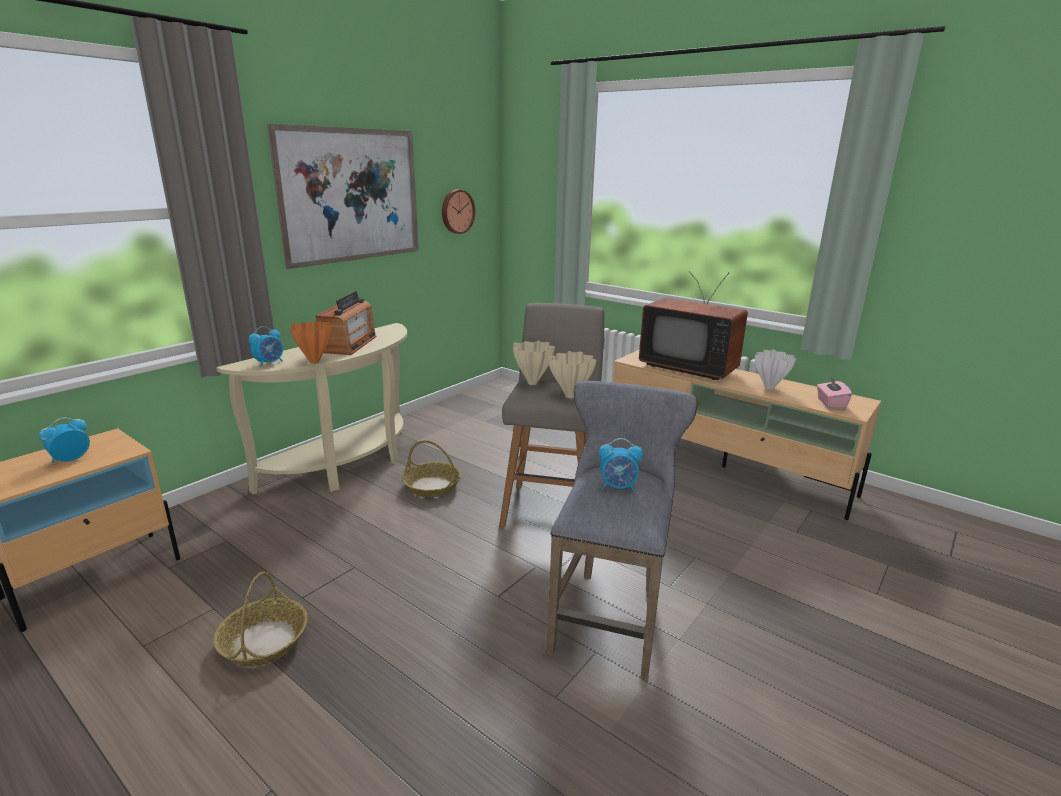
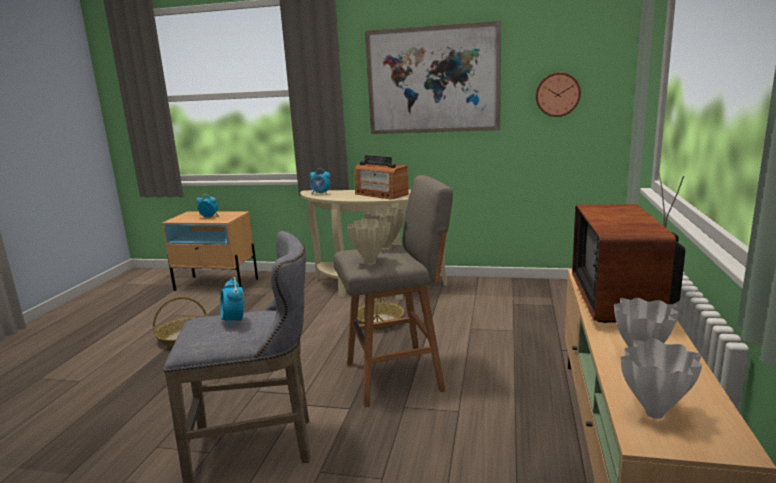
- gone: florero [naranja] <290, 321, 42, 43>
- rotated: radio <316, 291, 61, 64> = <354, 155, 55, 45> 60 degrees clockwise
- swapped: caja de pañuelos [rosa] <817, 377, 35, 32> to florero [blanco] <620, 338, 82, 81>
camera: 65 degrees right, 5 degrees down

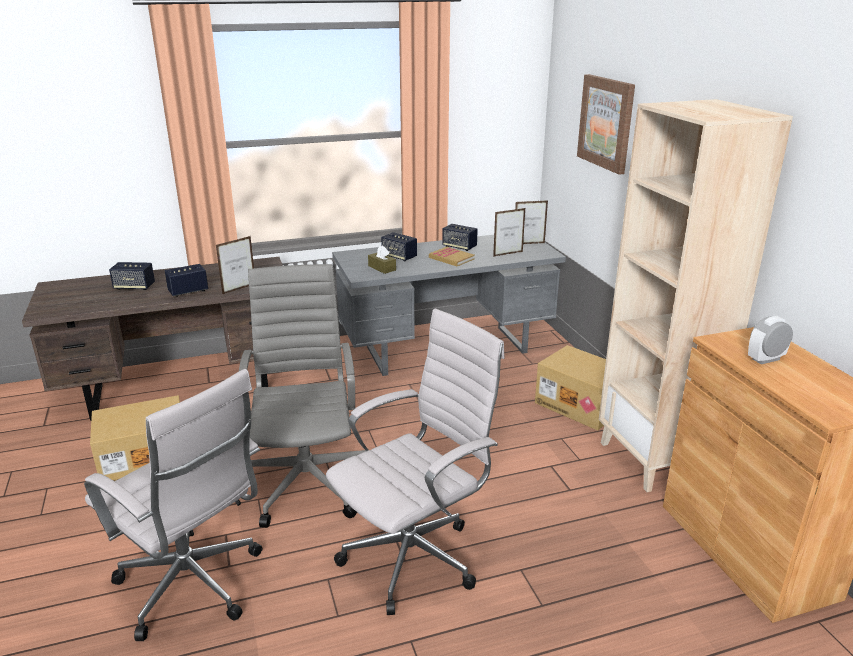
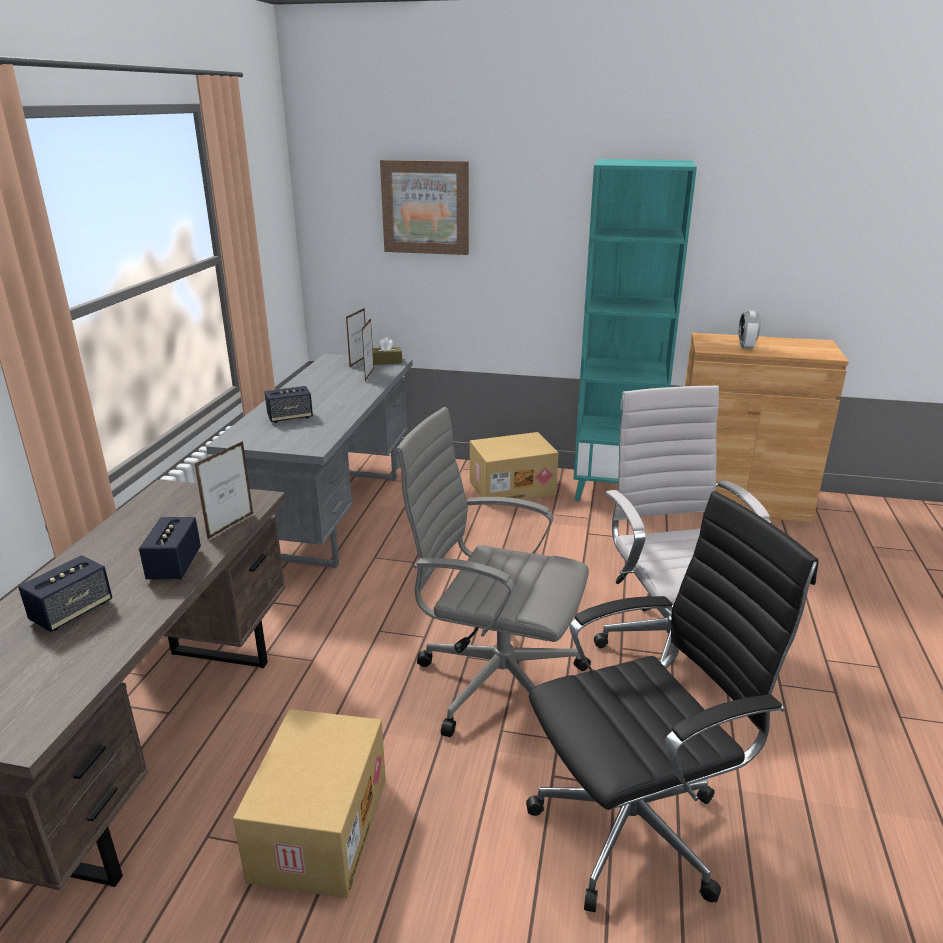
- repainted: silla de oficina [blanco] <84, 369, 178, 272> to silla de oficina [negro] <526, 491, 293, 421>
- rotated: portarretratos <216, 236, 38, 59> = <194, 441, 59, 98> 45 degrees clockwise
- shifted: caja de pañuelos [marrón] <368, 246, 28, 28> to <373, 337, 29, 28>
- gone: libro <429, 247, 46, 19>
- gone: altavoz <442, 224, 36, 27>
- repainted: estantería [beis] <599, 99, 194, 393> to estantería [turquesa] <573, 159, 124, 342>
camera: 60 degrees left, 0 degrees up

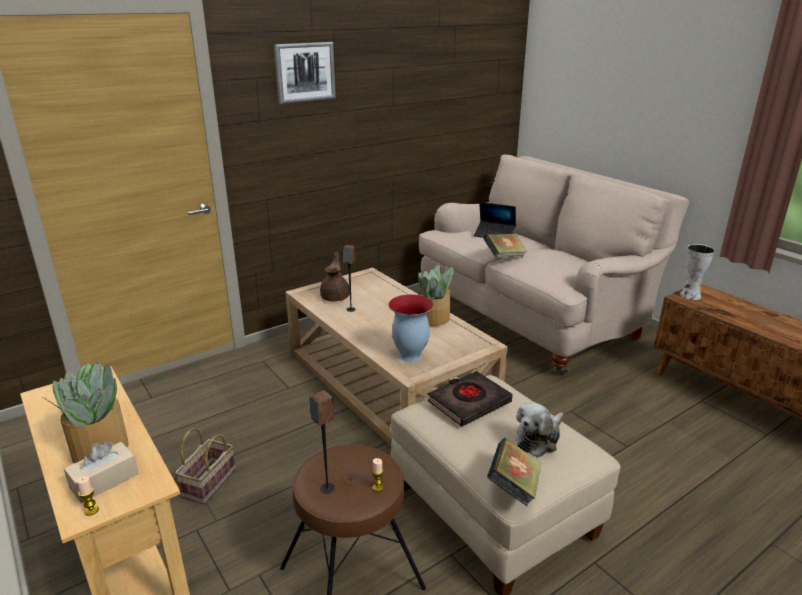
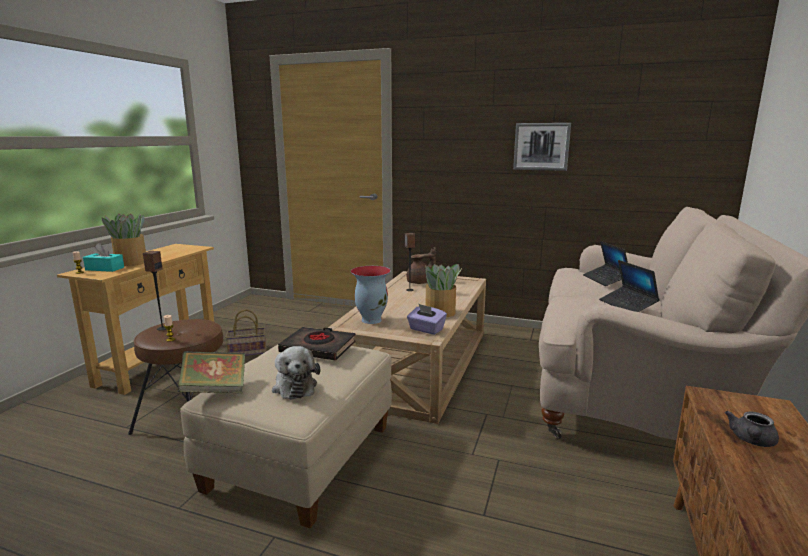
- repainted: caja de pañuelos [beis] <64, 441, 75, 62> to caja de pañuelos [turquesa] <83, 243, 41, 29>
- shifted: cuadro <274, 42, 62, 62> to <513, 123, 58, 48>
- gone: libro <483, 233, 44, 25>
- rotated: peluche <516, 403, 48, 55> = <272, 346, 48, 54> 120 degrees counterclockwise
- gone: florero <680, 244, 35, 56>
- new: caja de pañuelos [morado] <407, 304, 40, 31>
- new: portátil <599, 260, 61, 52>
- new: tetera [gris] <725, 411, 54, 36>
camera: 55 degrees right, 10 degrees down

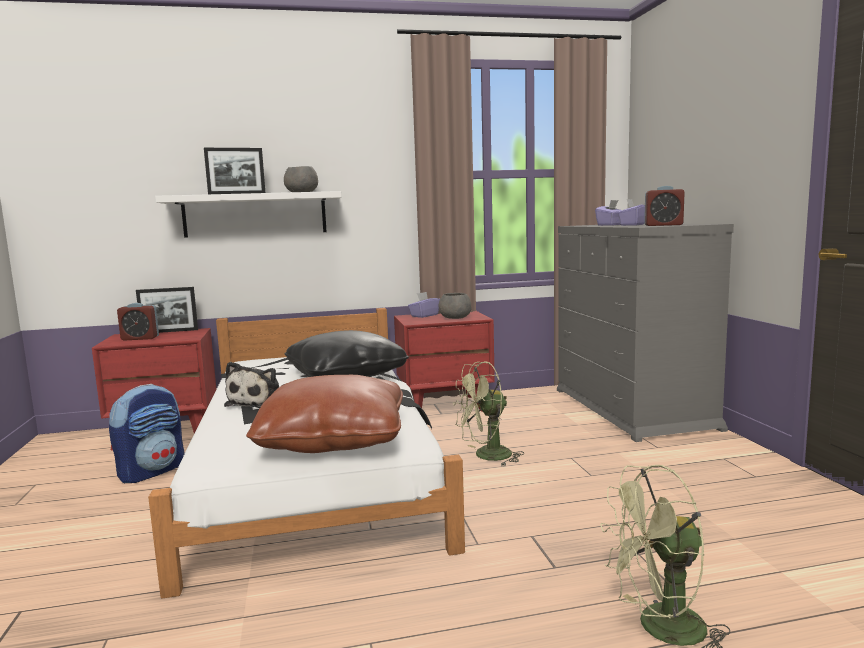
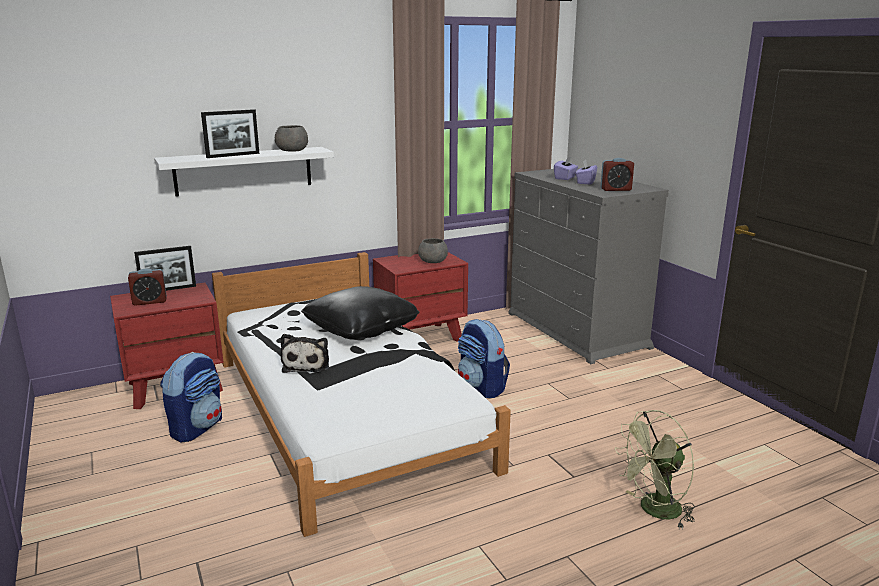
- gone: cojín [marrón] <246, 375, 157, 78>
- gone: caja de pañuelos [morado] <408, 292, 32, 26>
- swapped: ventilador [verde] <453, 361, 71, 105> to mochila <458, 319, 52, 79>
camera: 15 degrees left, 10 degrees up

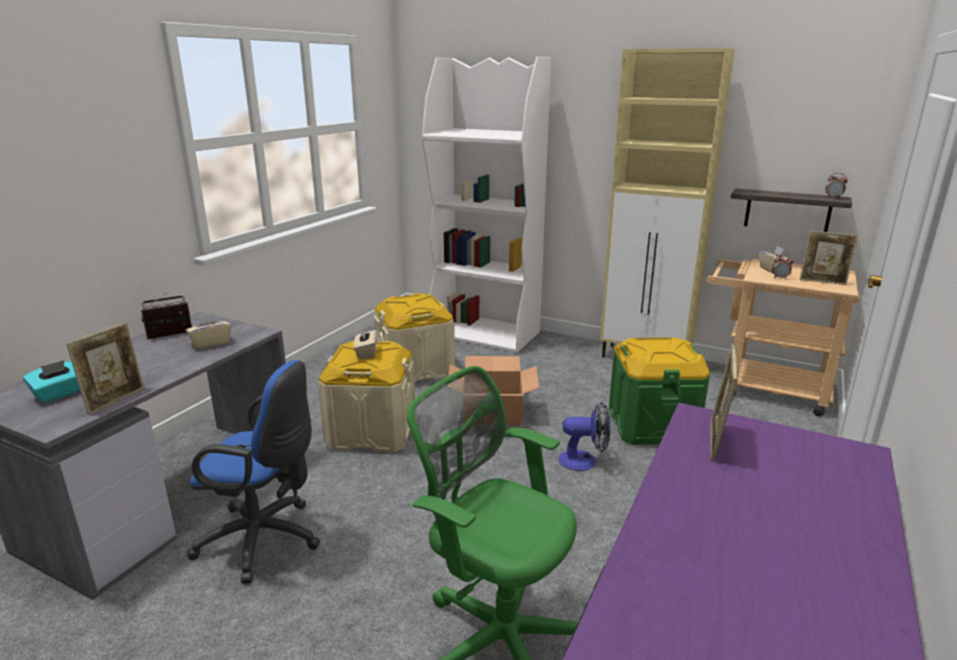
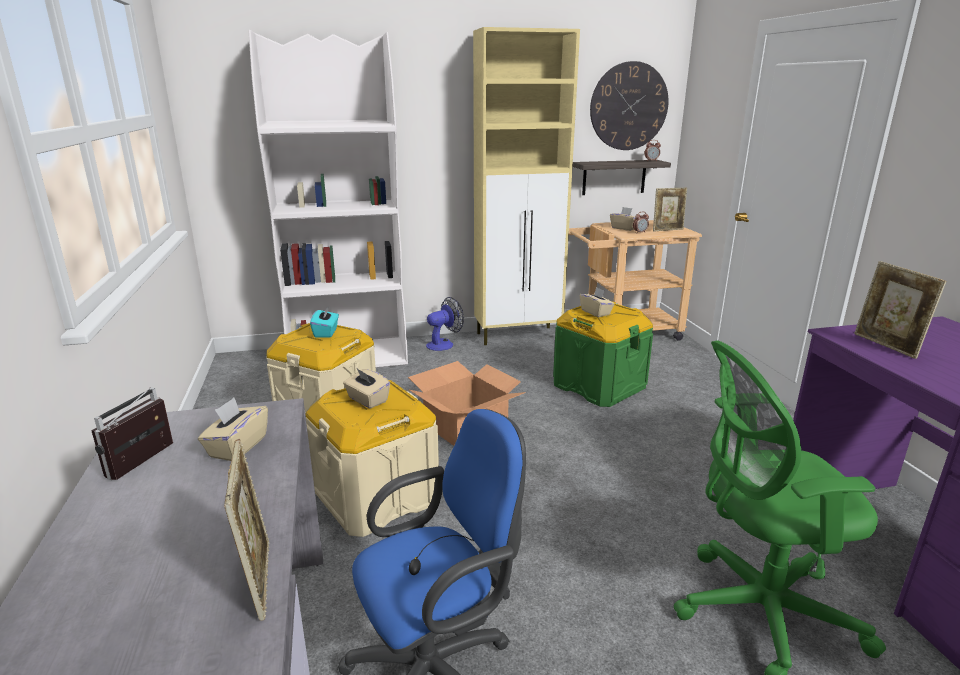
- shifted: caja de pañuelos [turquesa] <23, 360, 57, 43> to <310, 305, 29, 33>
- shifted: ventilador <559, 402, 51, 69> to <426, 297, 38, 54>
- new: caja de pañuelos [beis] <580, 287, 34, 30>
- new: reloj de pared <590, 61, 79, 89>
camera: 40 degrees left, 0 degrees up

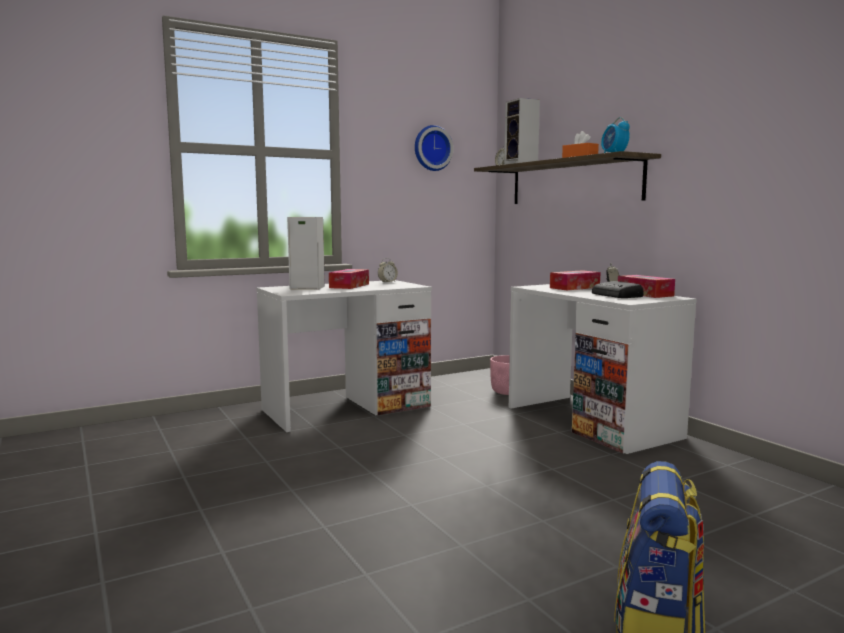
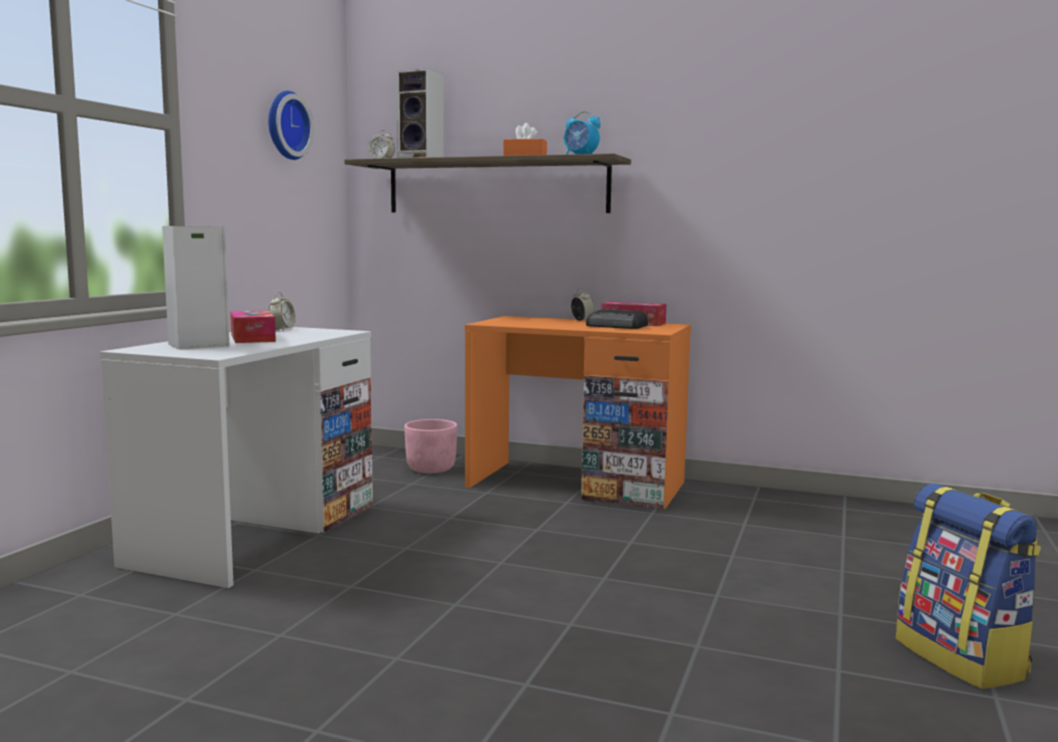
- repainted: escritorio [blanco] <509, 284, 188, 170> to escritorio [naranja] <465, 316, 226, 193>
- gone: caja de pañuelos <550, 270, 51, 20>
camera: 40 degrees left, 0 degrees up

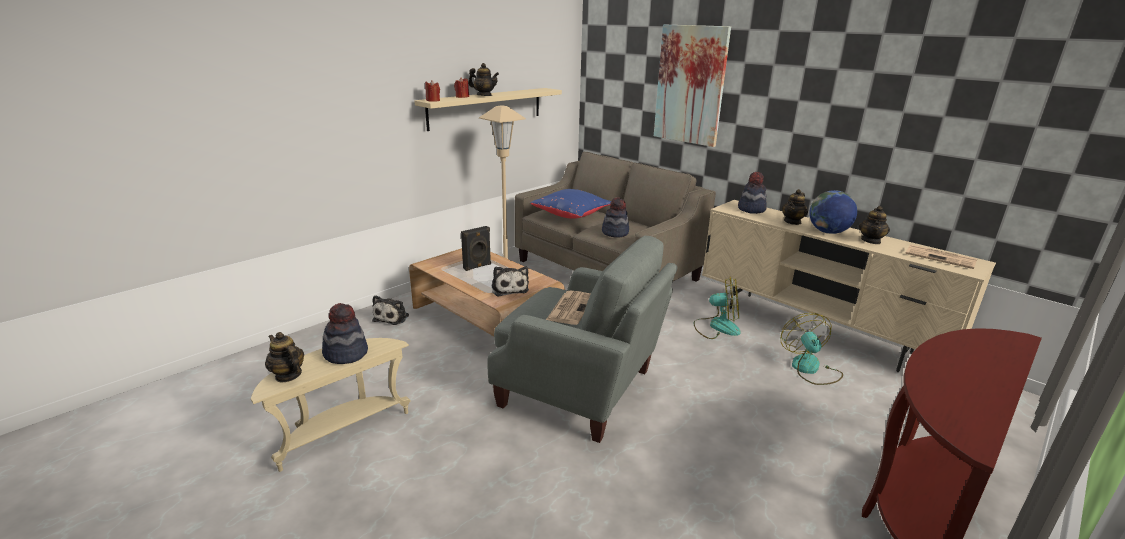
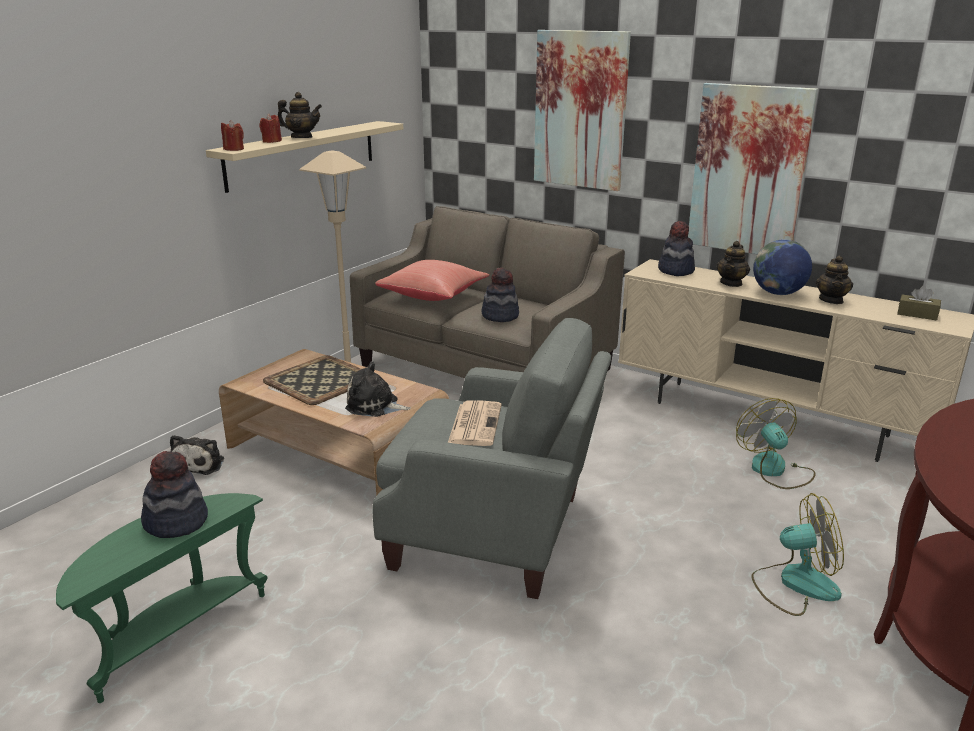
- repainted: mesa auxiliar [beis] <251, 338, 159, 134> to mesa auxiliar [verde] <56, 493, 211, 210>
- gone: tetera <265, 332, 39, 50>
- swapped: altavoz [negro] <461, 226, 30, 45> to bandeja <263, 355, 98, 50>
- rotated: peluche <491, 266, 38, 31> = <345, 361, 66, 56> 135 degrees clockwise
- repainted: cojín [azul] <531, 189, 80, 30> to cojín [rojo] <375, 260, 114, 41>
- shifted: ventilador <693, 277, 48, 62> to <751, 493, 93, 123>
- swapped: periódico <905, 245, 72, 24> to caja de pañuelos [marrón] <897, 286, 44, 35>
- new: cuadro <688, 83, 130, 171>
camera: 10 degrees left, 0 degrees up

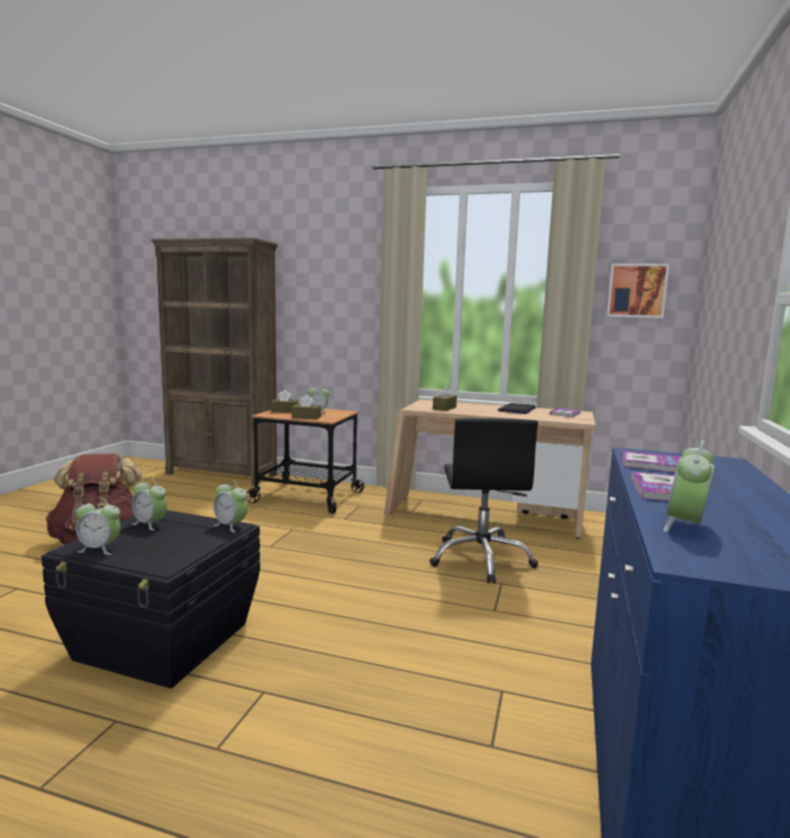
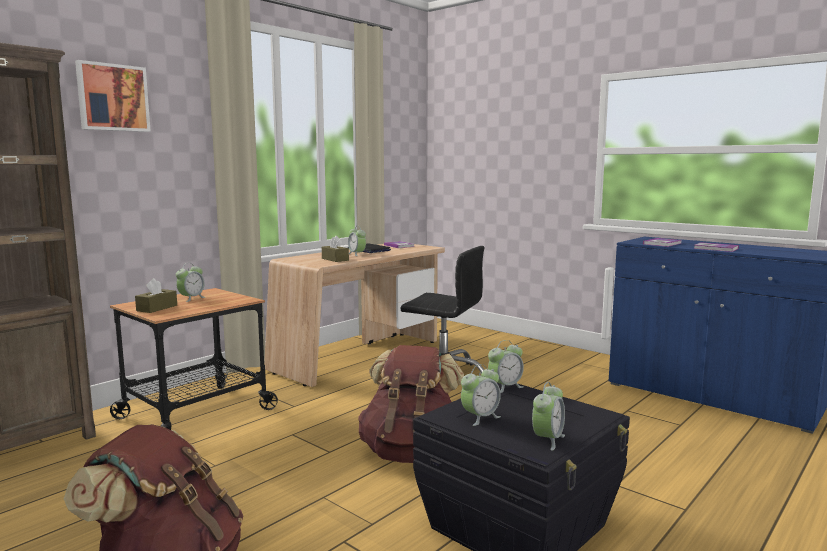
- gone: caja de pañuelos [marrón] <292, 395, 29, 24>
- shifted: cuadro <607, 264, 62, 54> to <75, 60, 76, 72>
- shifted: despertador <663, 440, 51, 92> to <348, 226, 18, 30>
- new: mochila [marrón] <358, 345, 106, 118>
camera: 65 degrees left, 0 degrees up

